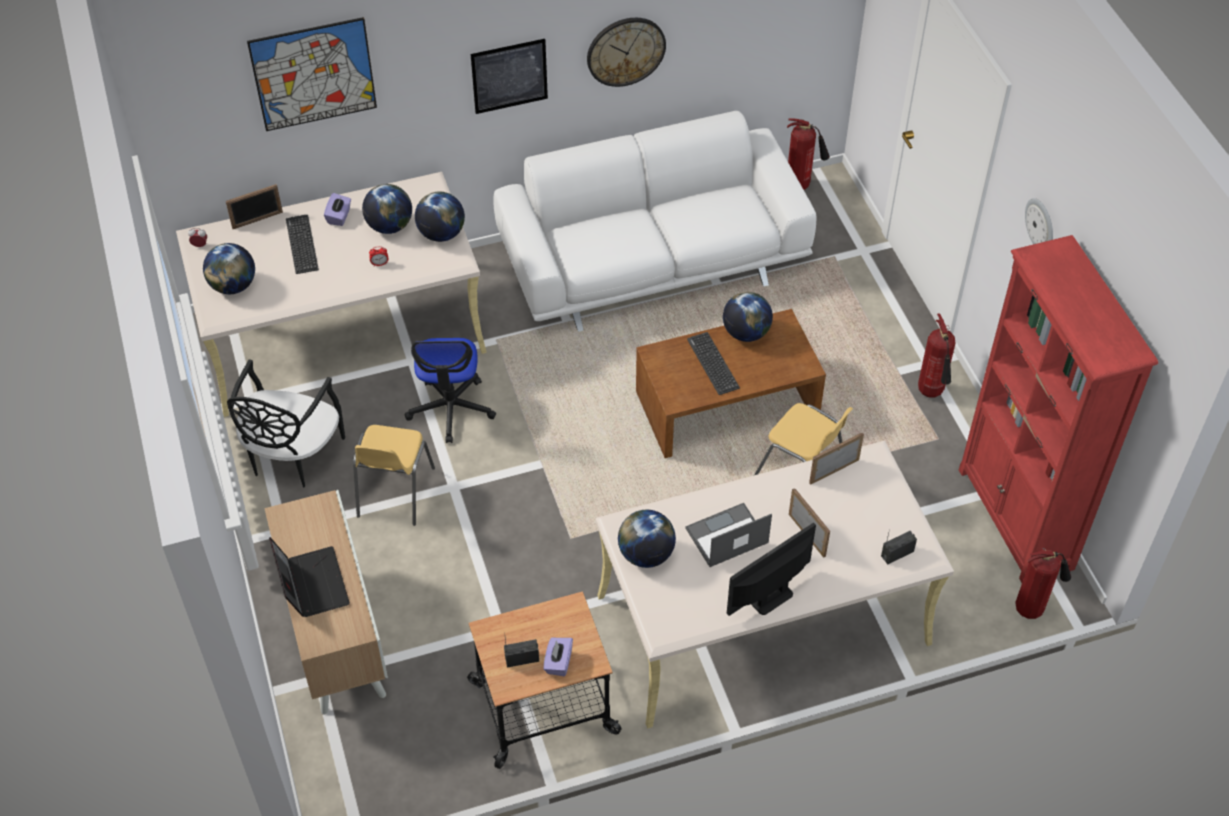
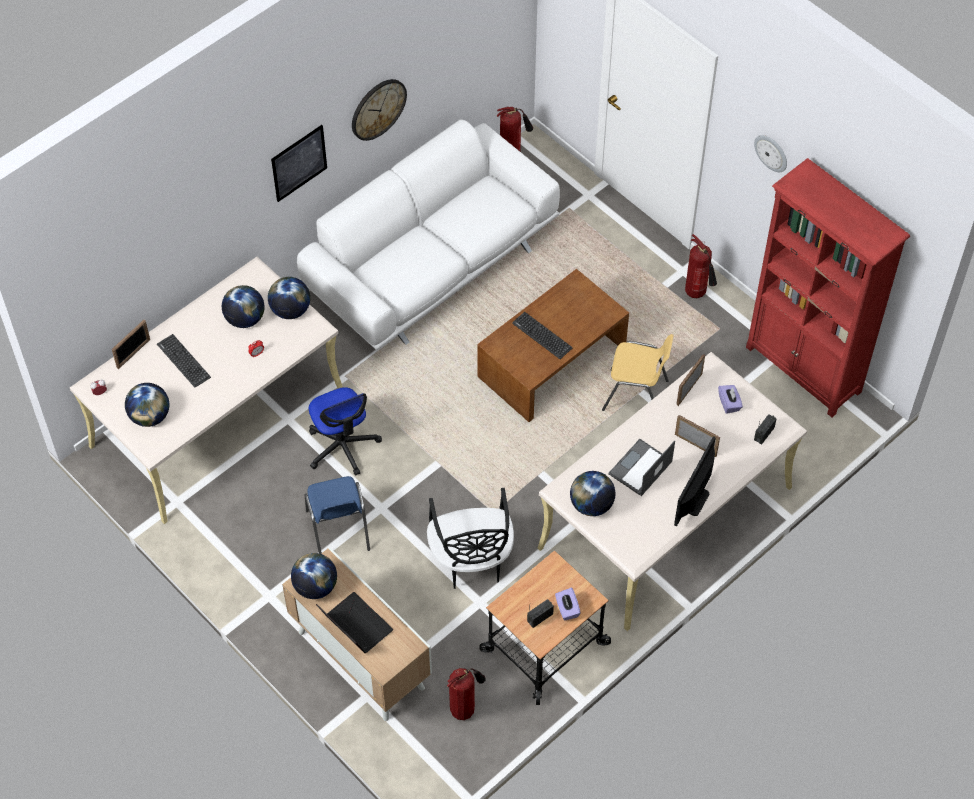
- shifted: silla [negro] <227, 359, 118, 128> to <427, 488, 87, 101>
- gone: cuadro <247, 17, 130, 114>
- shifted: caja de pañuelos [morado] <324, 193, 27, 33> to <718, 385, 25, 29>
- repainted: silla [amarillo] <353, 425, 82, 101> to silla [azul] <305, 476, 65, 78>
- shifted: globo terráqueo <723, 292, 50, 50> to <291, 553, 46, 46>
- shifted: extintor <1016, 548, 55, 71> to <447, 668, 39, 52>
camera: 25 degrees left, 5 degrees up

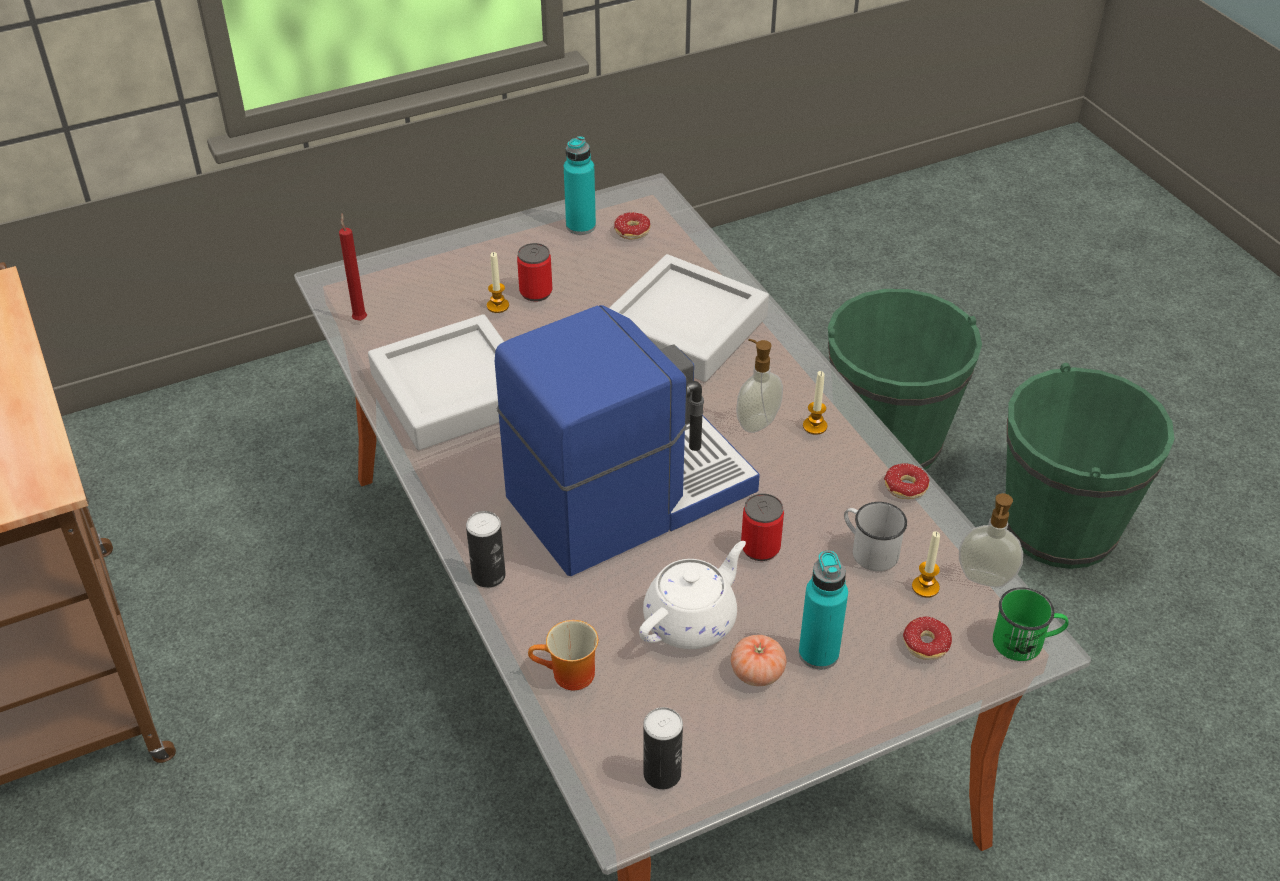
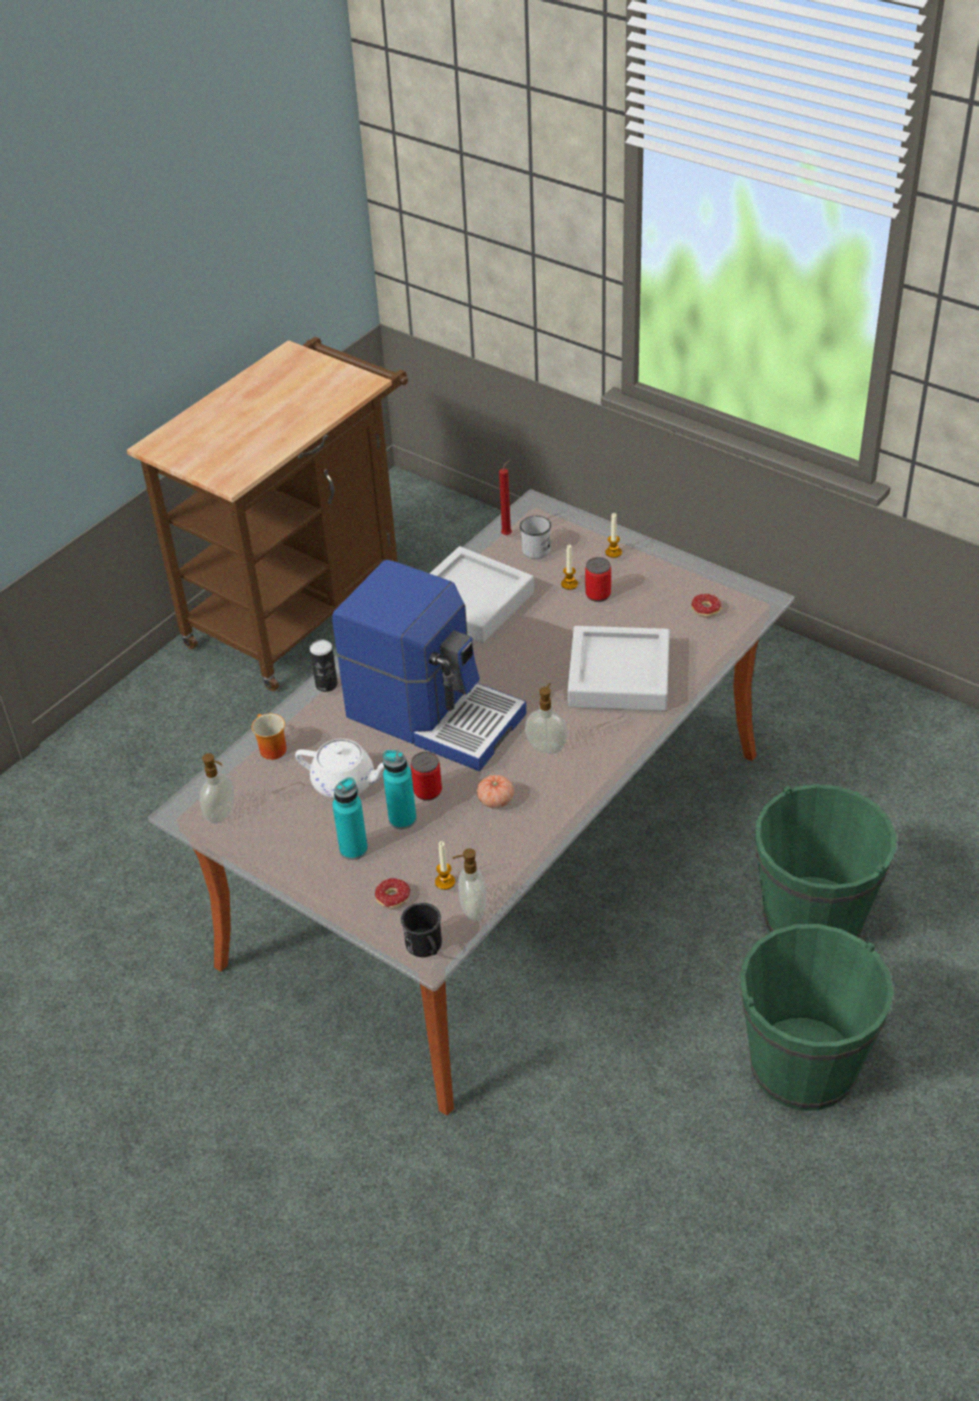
- shifted: botella [turquesa] <564, 136, 32, 99> to <383, 750, 33, 79>
- swapped: lata <643, 707, 40, 82> to dispensador de jabón <200, 753, 34, 71>
- shifted: tomate <731, 635, 56, 51> to <477, 775, 37, 33>
- shifted: vela <803, 371, 24, 64> to <605, 513, 17, 45>
- shifted: taza grande [blanco] <844, 502, 63, 69> to <520, 516, 31, 43>
- gone: rosquilla <884, 463, 45, 36>
- repainted: taza grande [verde] <993, 587, 76, 74> to taza grande [negro] <401, 903, 41, 54>
camera: 65 degrees right, 0 degrees up

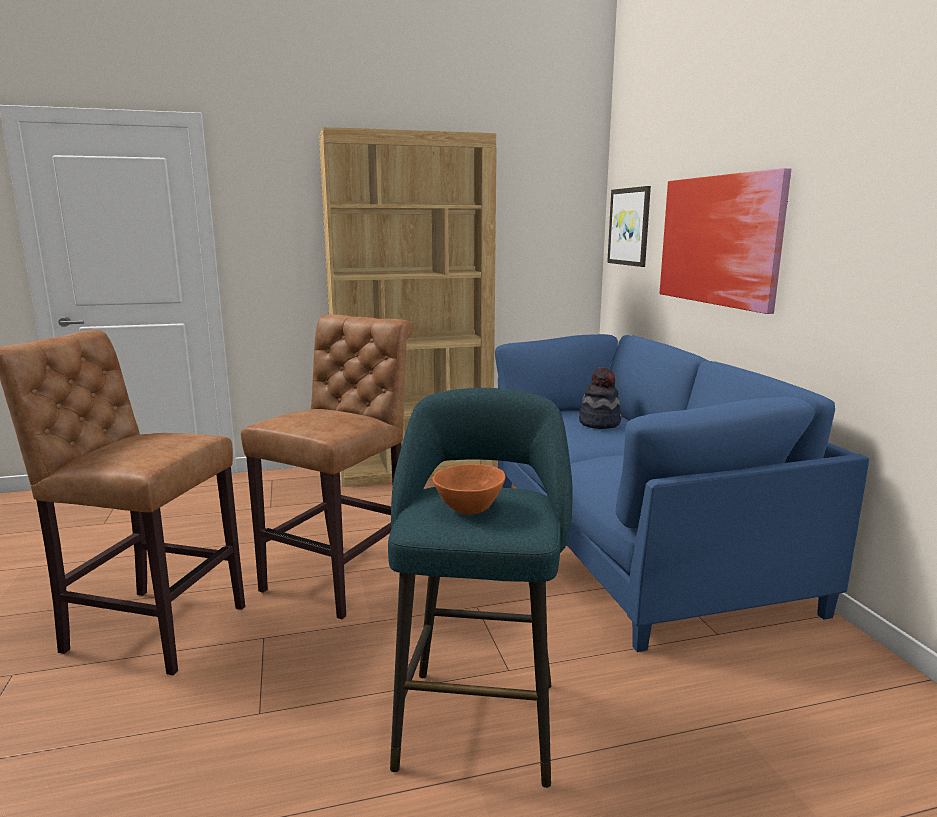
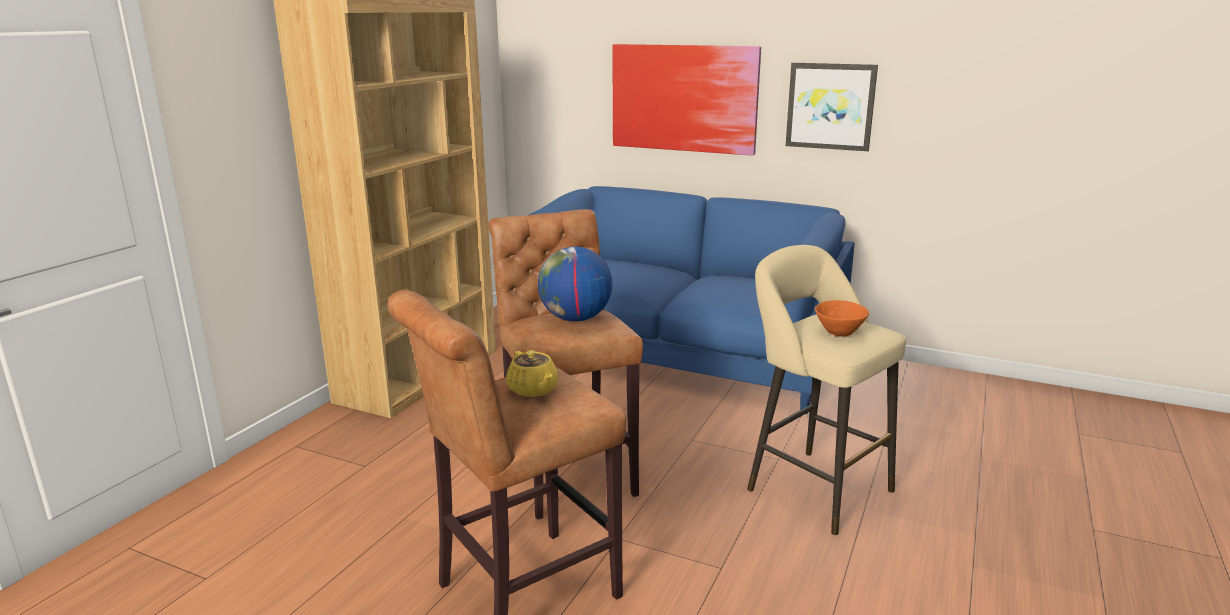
- repainted: taburete [turquesa] <388, 388, 185, 400> to taburete [beis] <747, 245, 159, 290>
- gone: sombrero <579, 367, 43, 62>
- shifted: cuadro <607, 186, 44, 81> to <786, 63, 92, 88>
- new: tetera [amarillo] <506, 350, 53, 47>
- new: globo terráqueo <538, 247, 75, 75>
camera: 50 degrees left, 5 degrees up

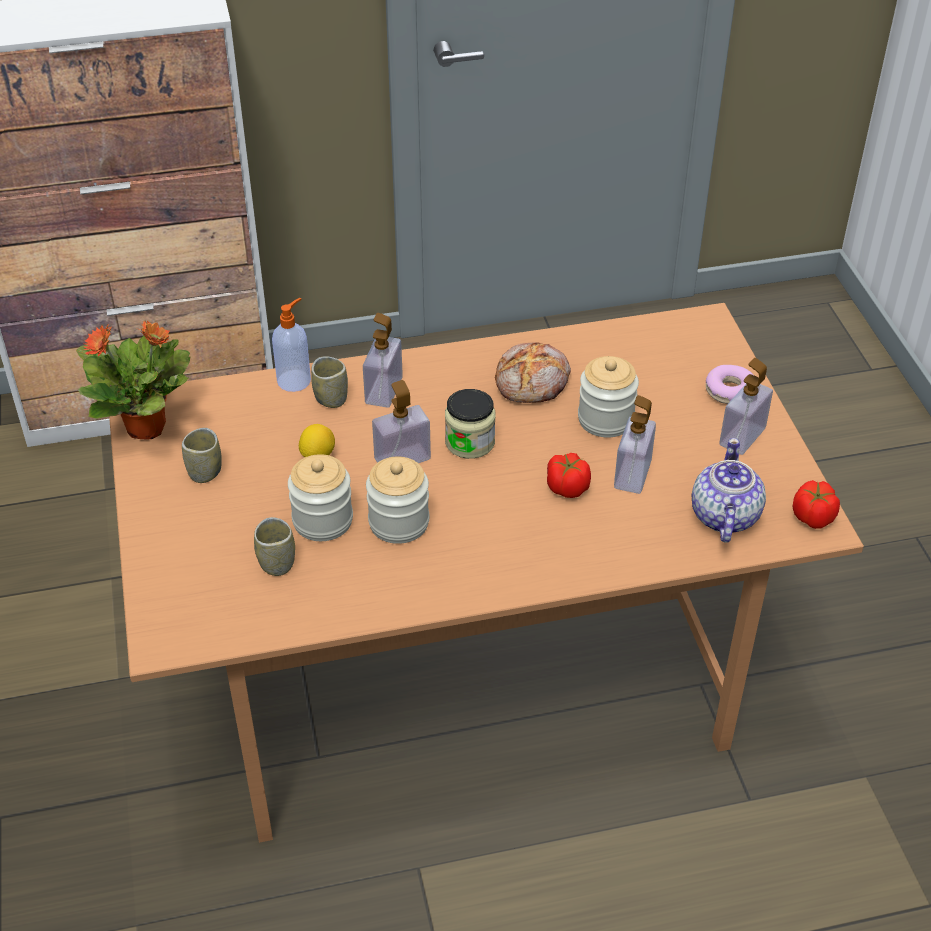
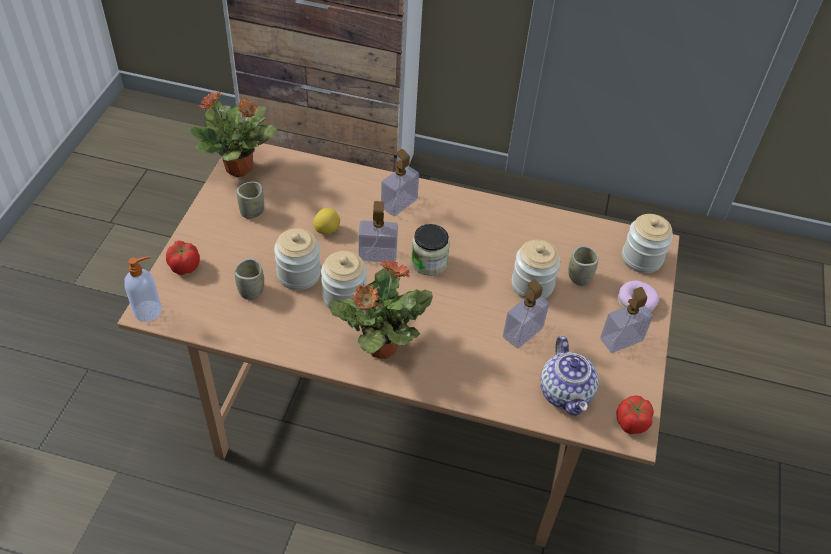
- shifted: dispensador de jabón <272, 298, 39, 94> to <124, 256, 38, 66>
- shifted: taza <311, 356, 37, 52> to <568, 246, 30, 40>
- gone: pan <495, 343, 76, 60>
- shifted: tomate <547, 453, 44, 45> to <166, 240, 34, 35>
- rotated: tetera <692, 438, 74, 105> = <540, 336, 59, 80> 135 degrees clockwise
- new: planta en maceta <329, 260, 104, 99>
- new: tarro <622, 214, 51, 59>
camera: 25 degrees right, 5 degrees up

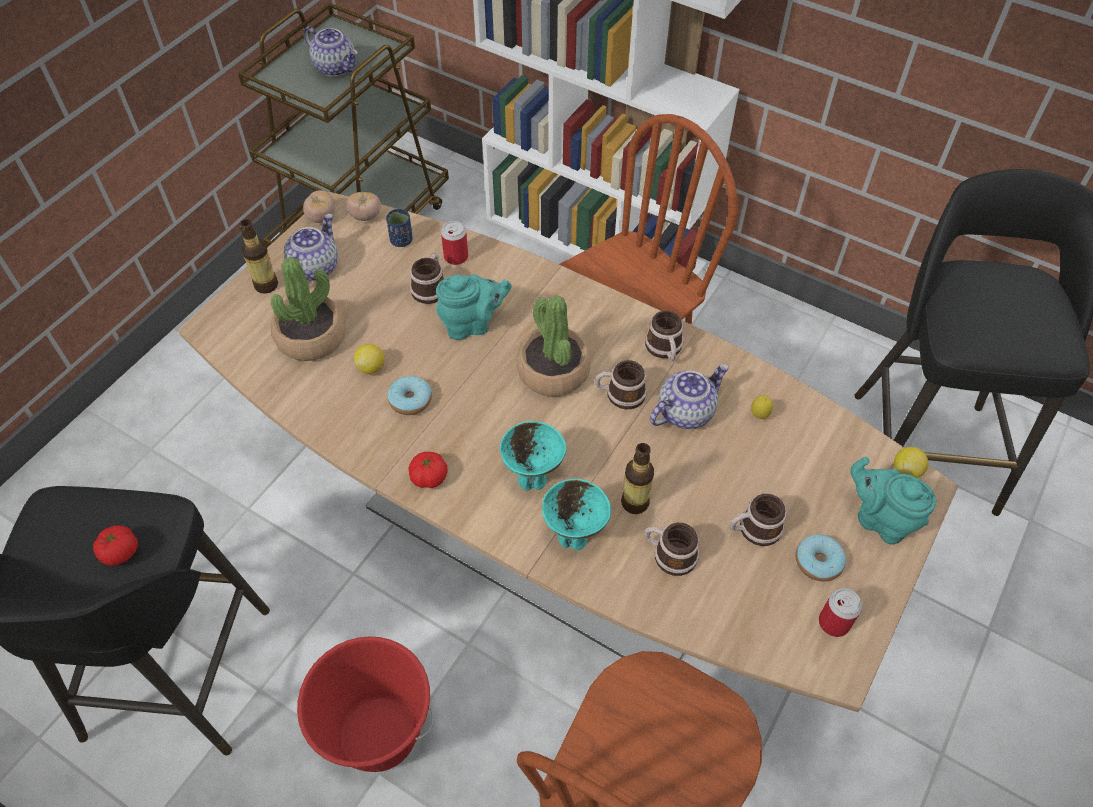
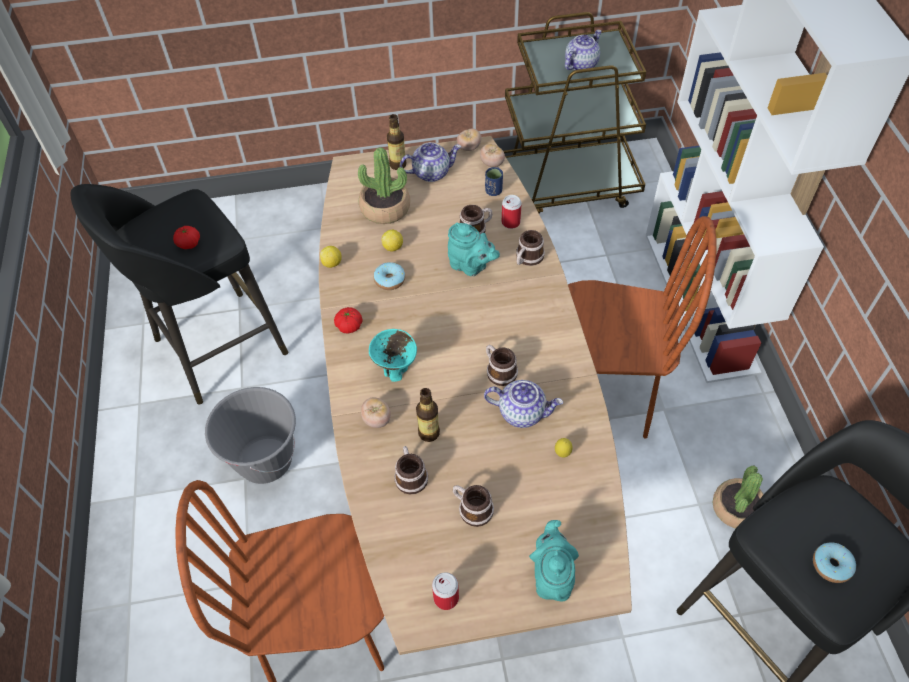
- repainted: cubo [rojo] <297, 636, 137, 136> to cubo [gris] <205, 387, 91, 97>
- rotated: tetera <303, 26, 55, 51> = <565, 30, 37, 40> 135 degrees counterclockwise
- shifted: planta en maceta <516, 295, 75, 102> to <712, 466, 52, 62>
- swapped: cuenco [turquesa] <542, 479, 69, 72> to tomate <361, 398, 30, 30>
- shifted: taza grande <645, 311, 38, 50> to <516, 230, 29, 36>
- shifted: rosquilla <796, 534, 50, 47> to <813, 542, 43, 41>
- shifted: limón <894, 447, 34, 31> to <320, 246, 22, 22>
camera: 50 degrees right, 0 degrees up

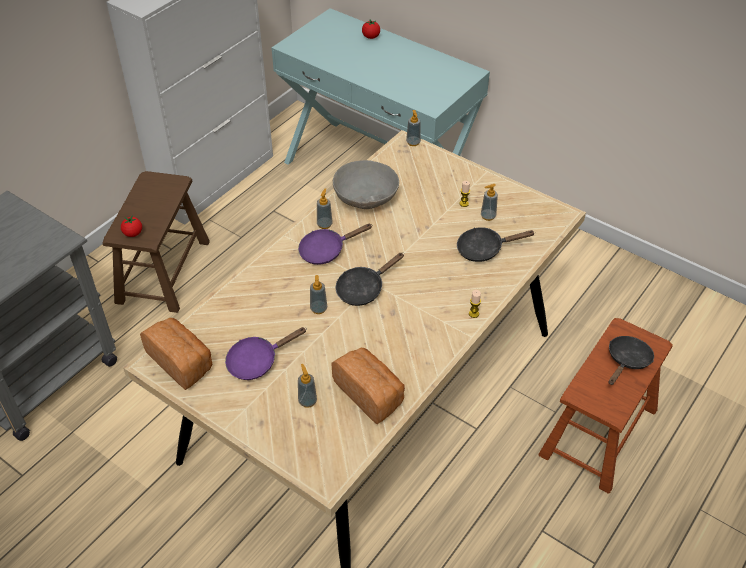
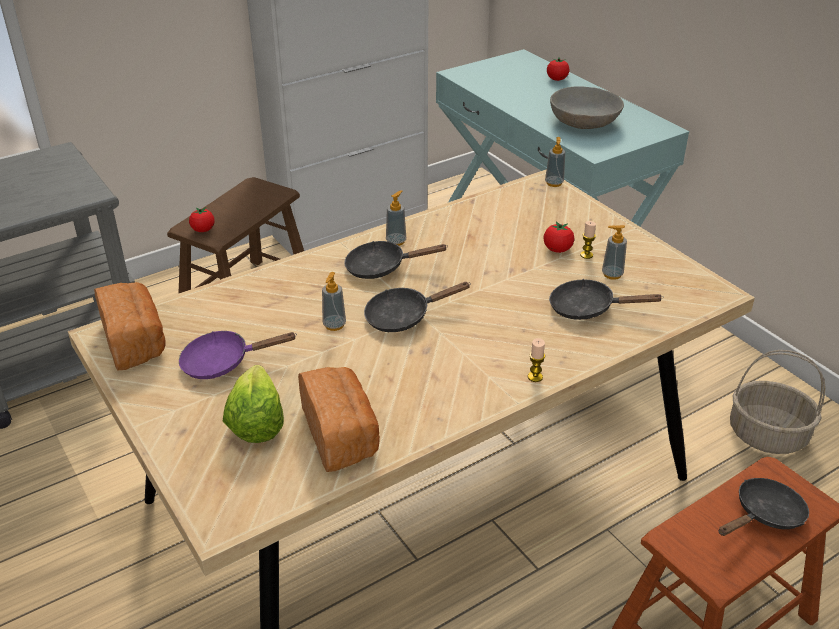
- repainted: sartén [morado] <298, 224, 75, 41> to sartén [negro] <344, 241, 103, 38>
- swapped: dispensador de jabón <298, 364, 19, 44> to lechuga <223, 365, 61, 78>
- shifted: cuenco [gris] <333, 160, 66, 49> to <550, 86, 74, 43>
- new: tomate <544, 221, 30, 32>
- new: cesta <730, 350, 96, 104>
camera: 20 degrees right, 10 degrees down

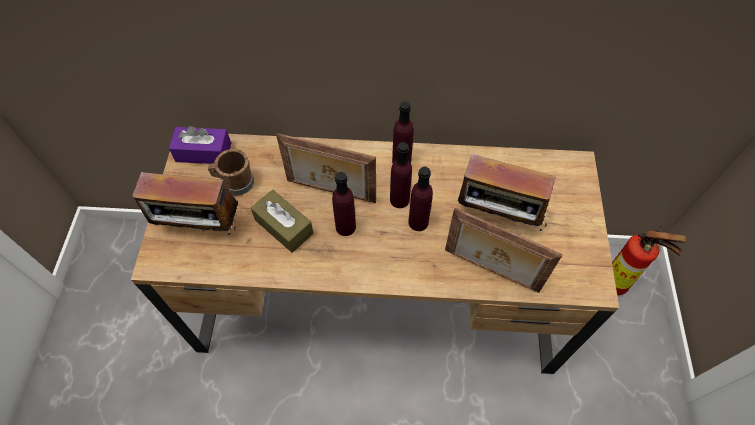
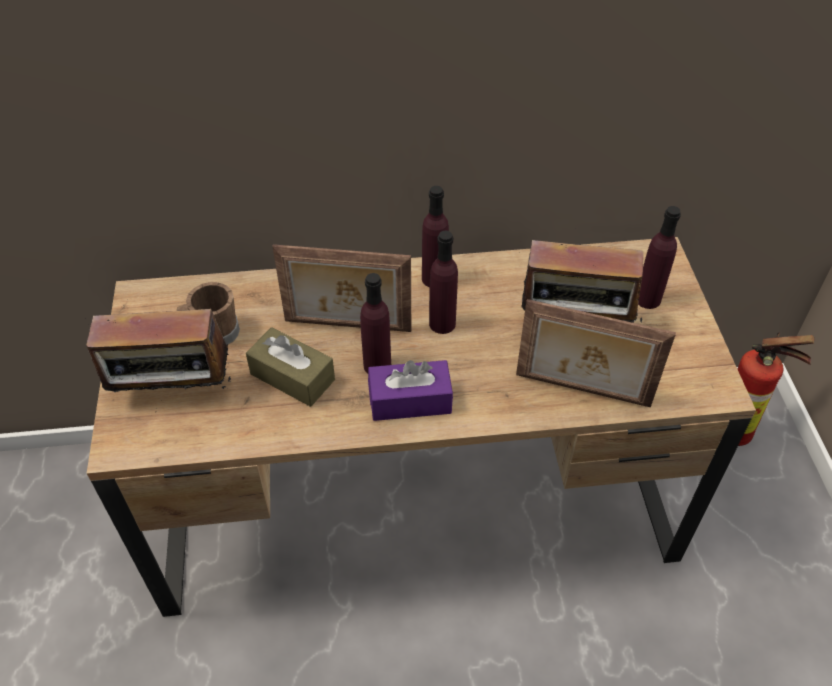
- shifted: caja de pañuelos [morado] <169, 126, 62, 38> to <368, 360, 85, 61>
- shifted: botella [morado] <408, 167, 25, 64> to <638, 206, 43, 103>
camera: 10 degrees left, 10 degrees down

